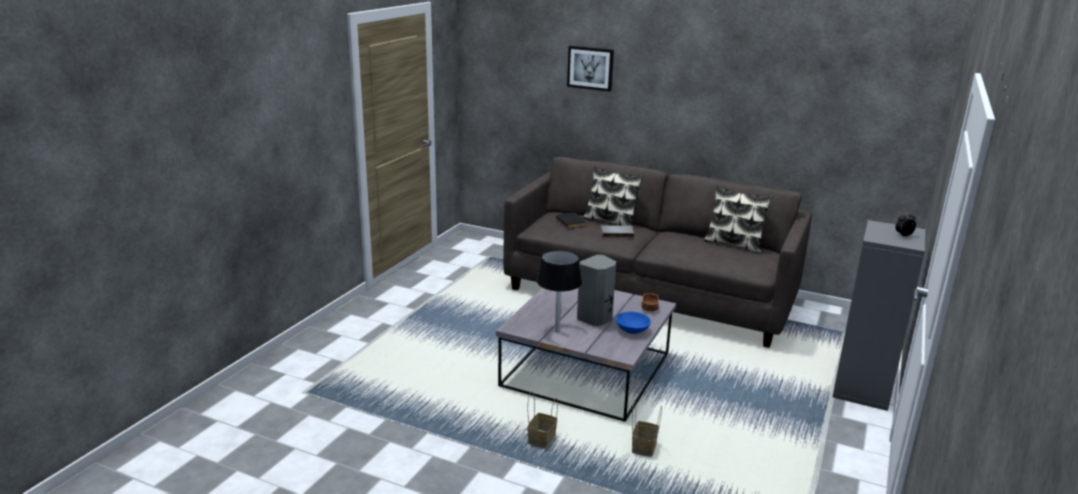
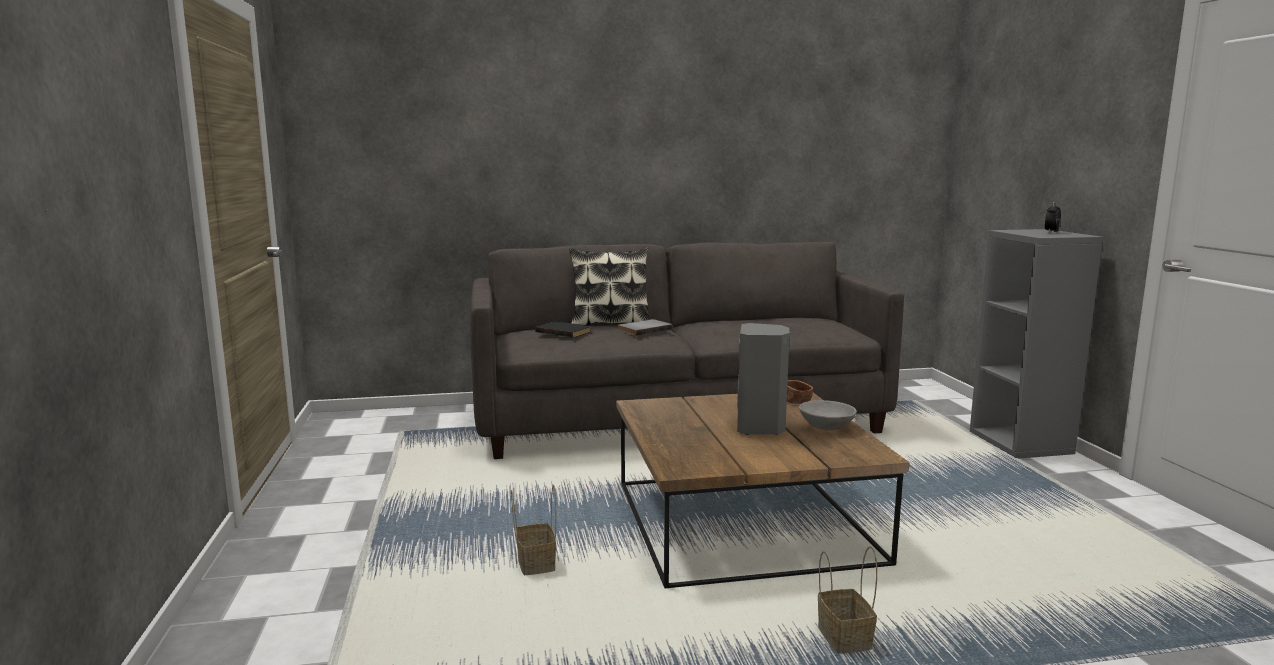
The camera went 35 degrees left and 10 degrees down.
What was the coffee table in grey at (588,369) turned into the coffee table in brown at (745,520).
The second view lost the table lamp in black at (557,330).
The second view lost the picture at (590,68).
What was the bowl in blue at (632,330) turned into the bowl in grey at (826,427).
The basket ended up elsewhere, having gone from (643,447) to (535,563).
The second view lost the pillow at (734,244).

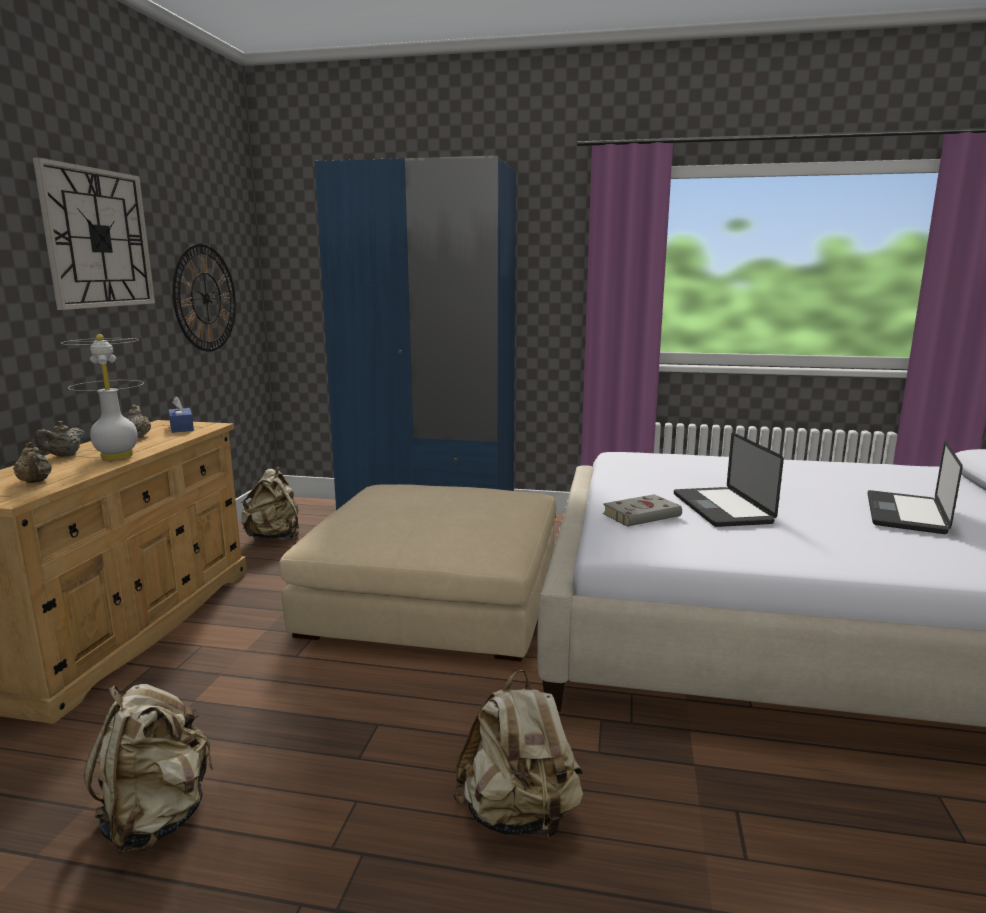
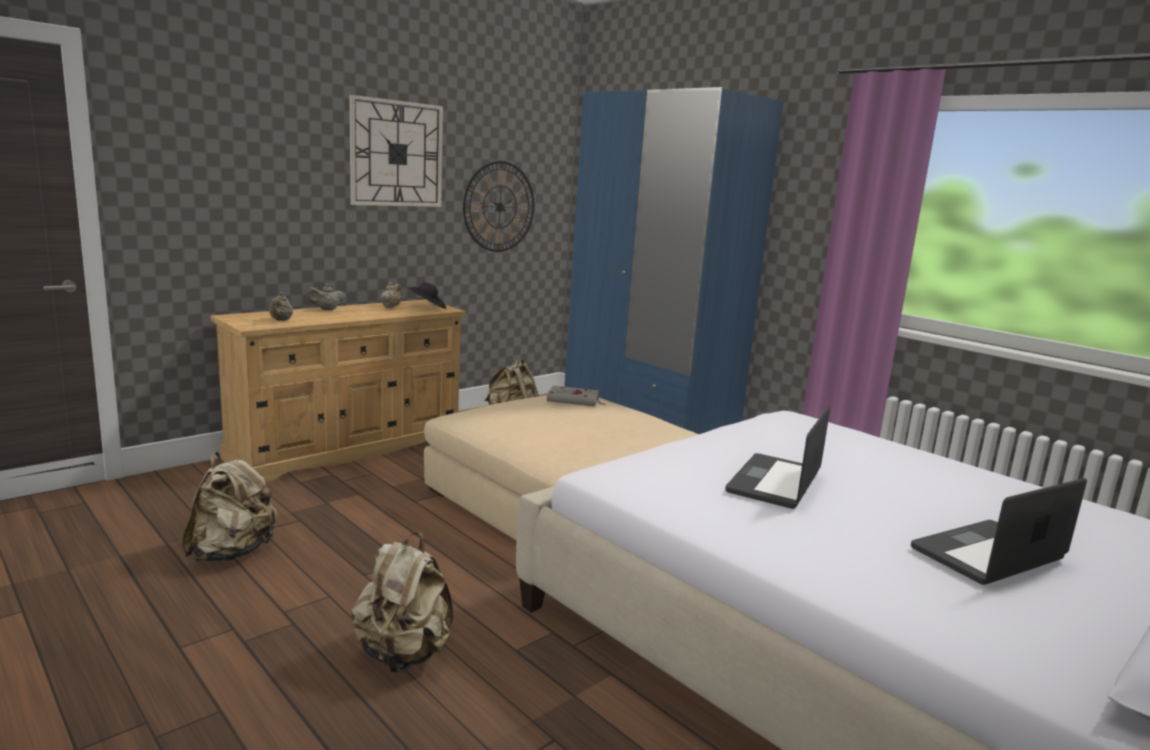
The camera went 35 degrees right and 0 degrees up.
The second view lost the table lamp in white at (117,456).
Where the tissue box in blue stood at (181,428), the hat in black came to stand at (427,307).
The book in grey ended up elsewhere, having gone from (643,515) to (574,400).

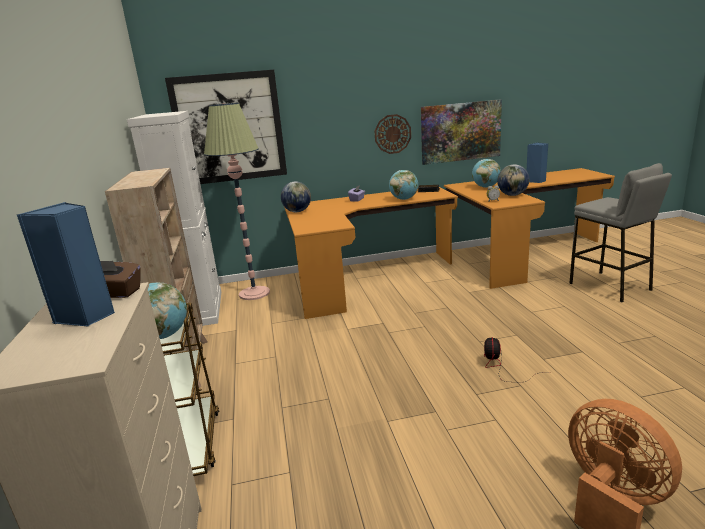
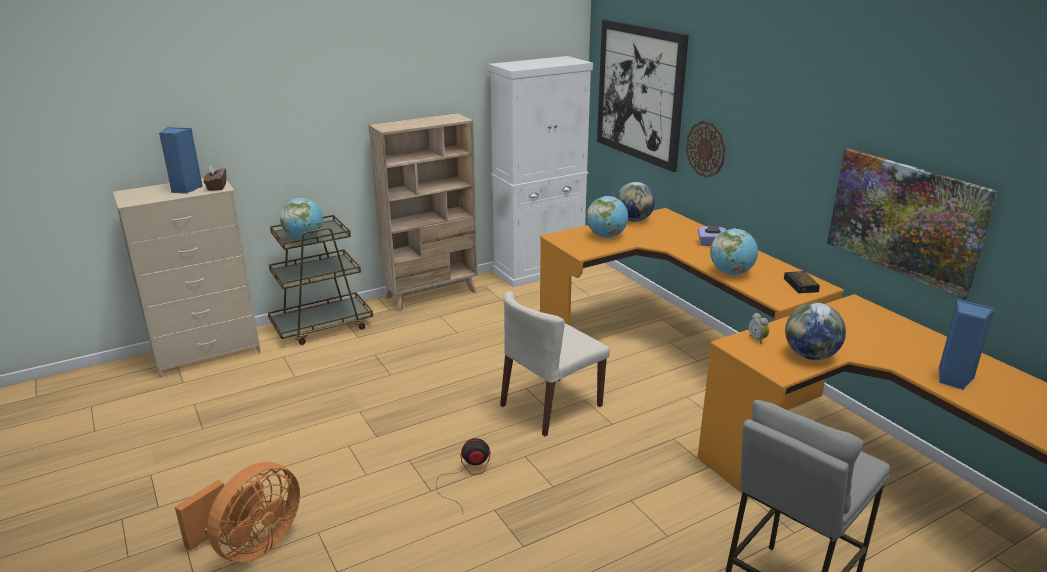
The camera went 70 degrees right and 5 degrees up.
The second view lost the floor lamp at (254,293).
The wall clock ended up elsewhere, having gone from (392,134) to (706,149).
The globe ended up elsewhere, having gone from (486,187) to (606,236).
The second view gained the chair in beige at (551,406).

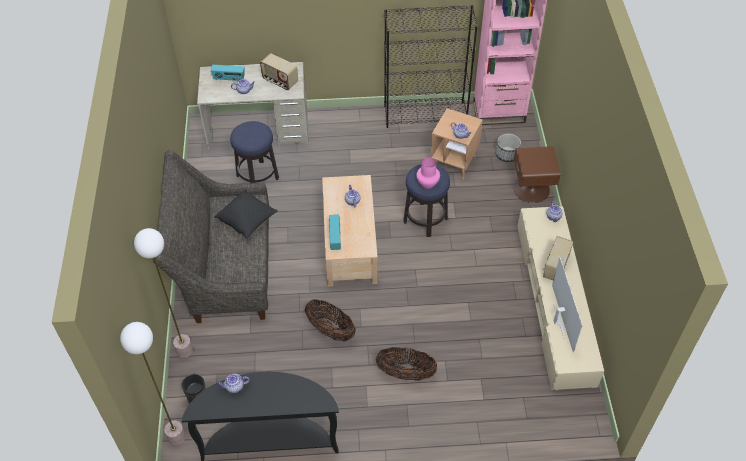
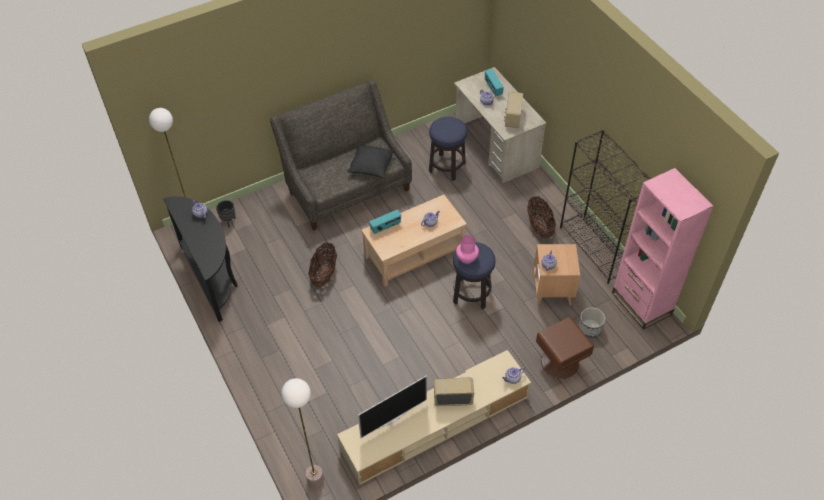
The camera went 65 degrees right and 0 degrees up.
The floor lamp ended up elsewhere, having gone from (184,350) to (315,480).
The basket ended up elsewhere, having gone from (405,373) to (539,226).

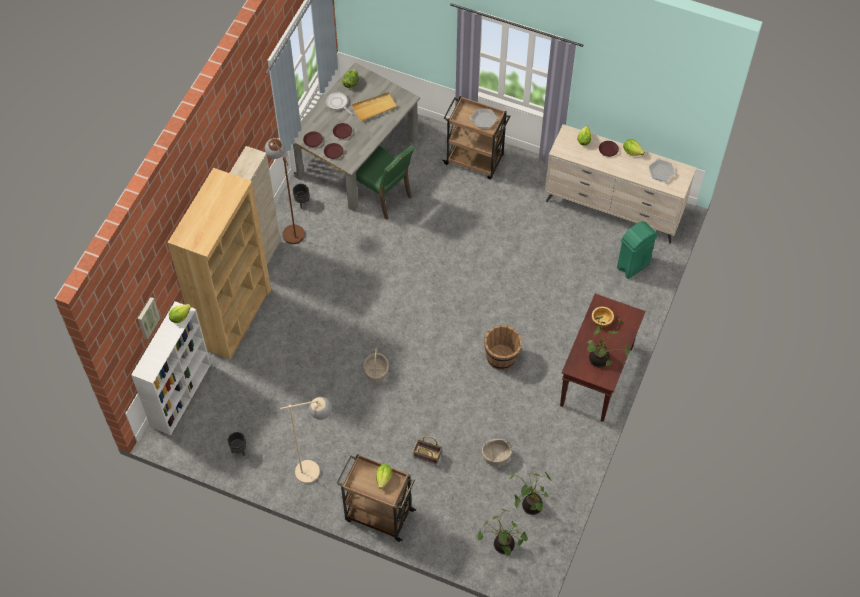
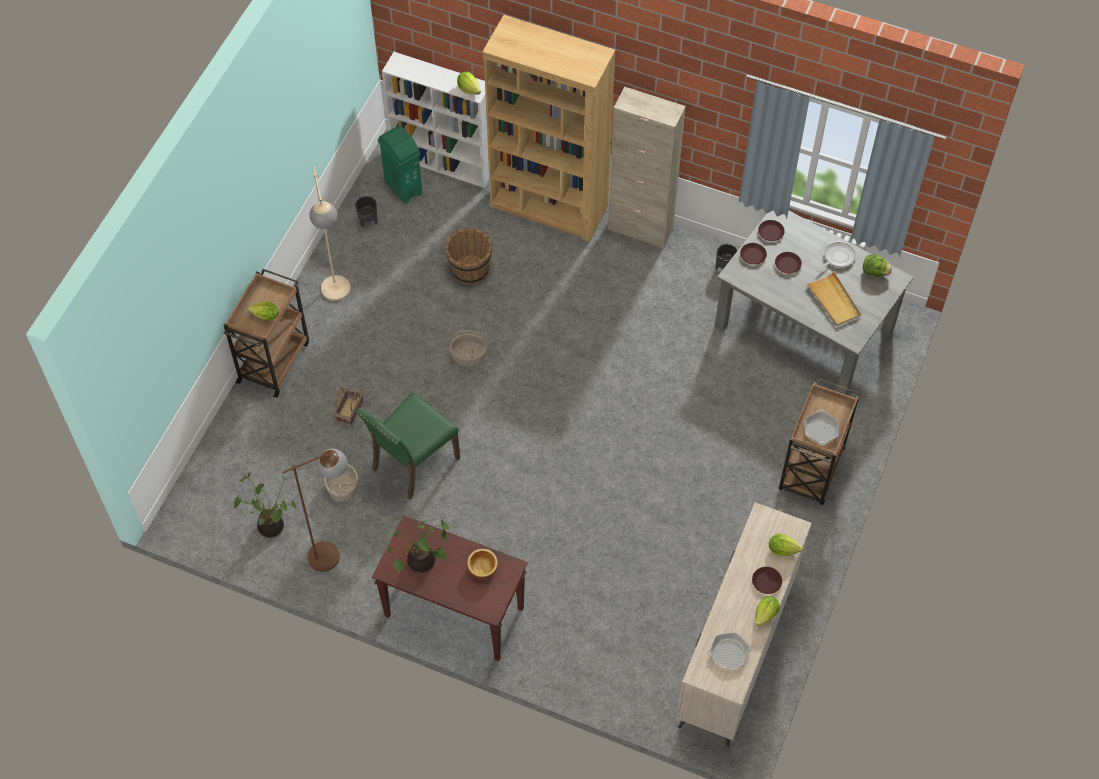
The camera went 90 degrees right and 0 degrees up.
The second view lost the picture at (147,317).
The floor lamp in brown ended up elsewhere, having gone from (290,228) to (334,552).
The chair in green ended up elsewhere, having gone from (382,196) to (413,463).
The second view lost the potted plant at (502,546).
The bucket in brown ended up elsewhere, having gone from (501,357) to (469,271).
The trash can in green ended up elsewhere, having gone from (632,266) to (403,187).

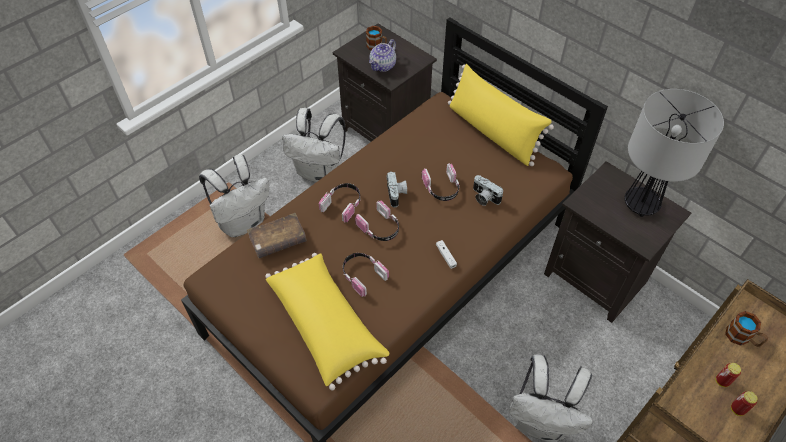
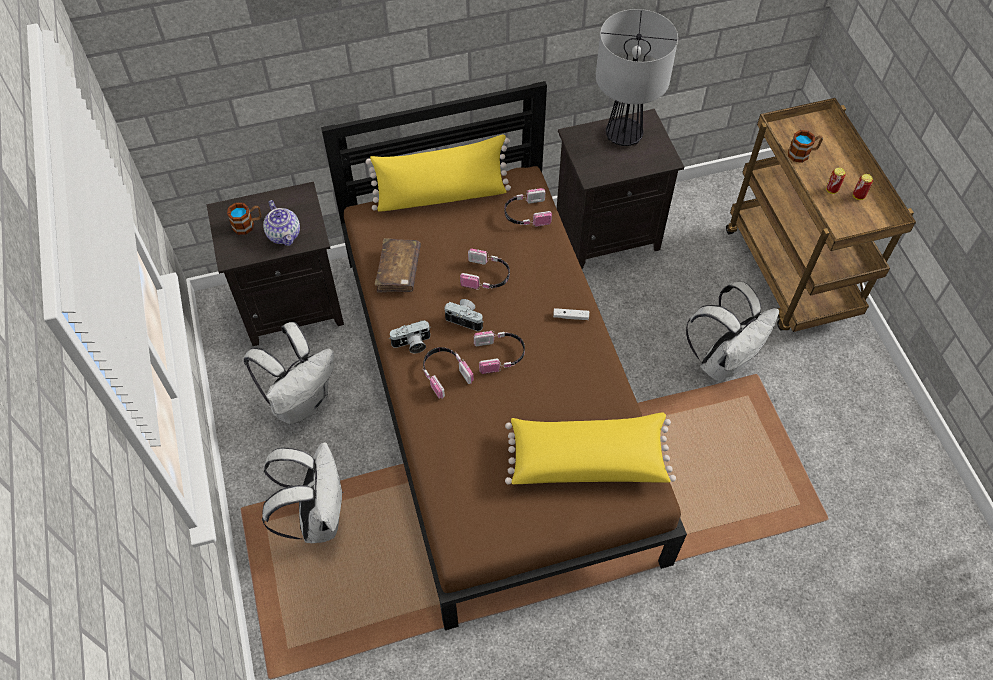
The camera went 60 degrees left and 5 degrees up.
The book in brown ended up elsewhere, having gone from (278,240) to (399,271).
The headphones ended up elsewhere, having gone from (362,275) to (526,214).
The photo camera ended up elsewhere, having gone from (484,197) to (412,344).

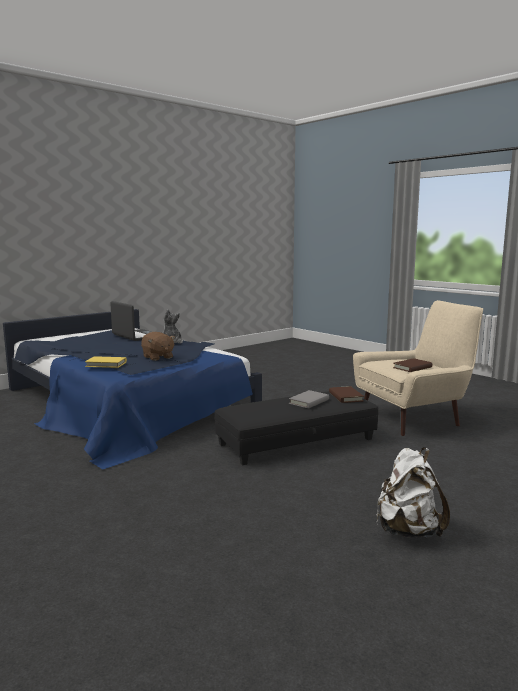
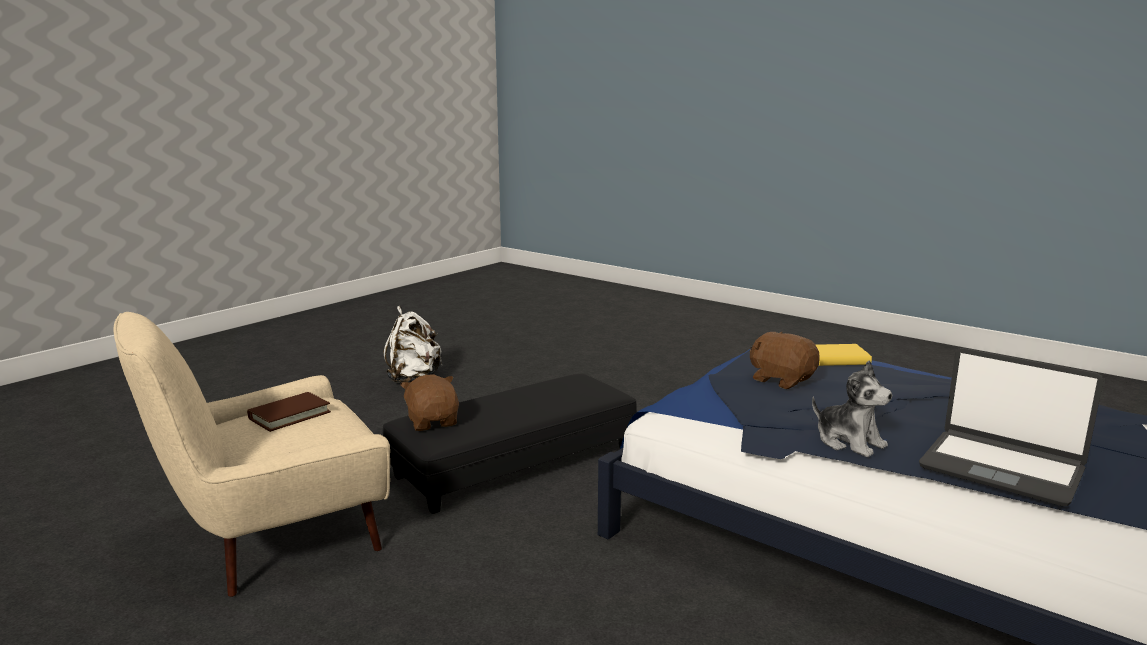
The camera went 170 degrees right and 5 degrees up.
The second view lost the book in grey at (309,402).
Where the book in brown stood at (345,397), the plush toy in brown came to stand at (433,422).

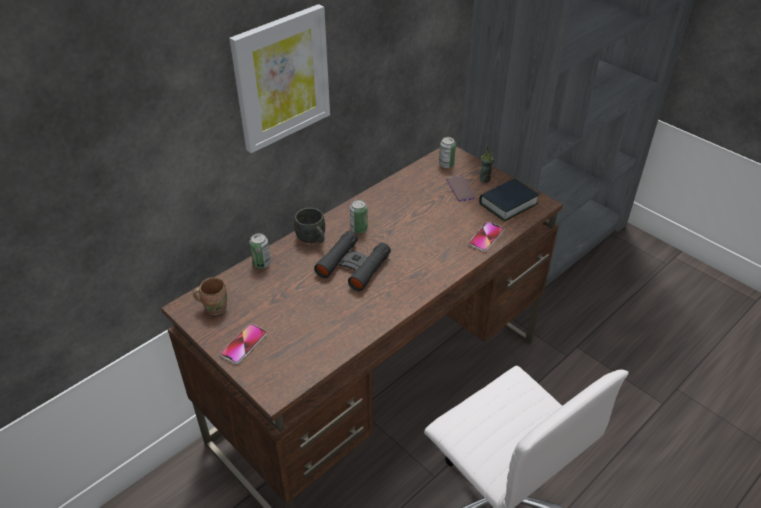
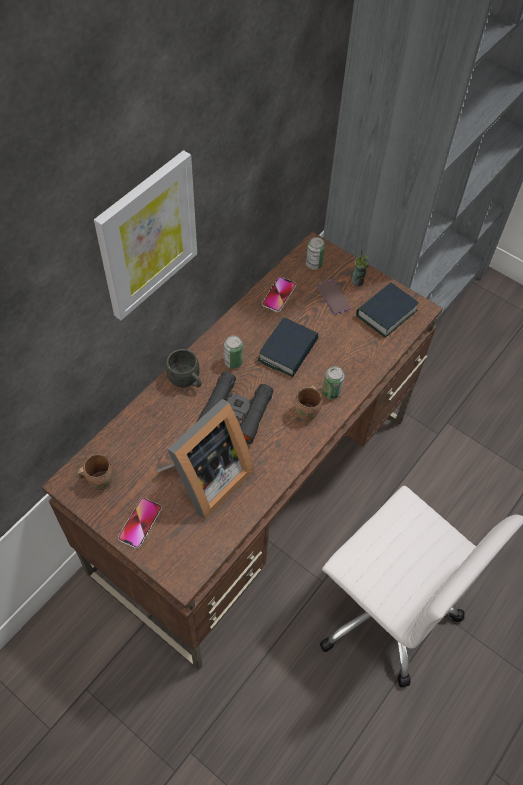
The camera went 10 degrees left and 15 degrees up.
The can ended up elsewhere, having gone from (262,263) to (331,392).
The phone ended up elsewhere, having gone from (486,237) to (279,295).
The second view gained the picture frame at (205,480).
The second view gained the book at (288,351).
The second view gained the mug in brown at (308,412).

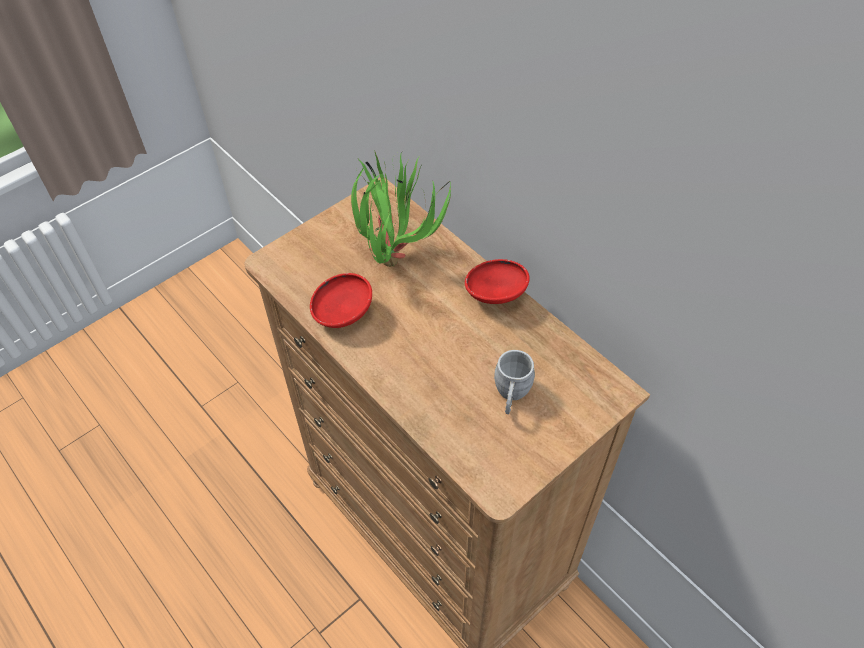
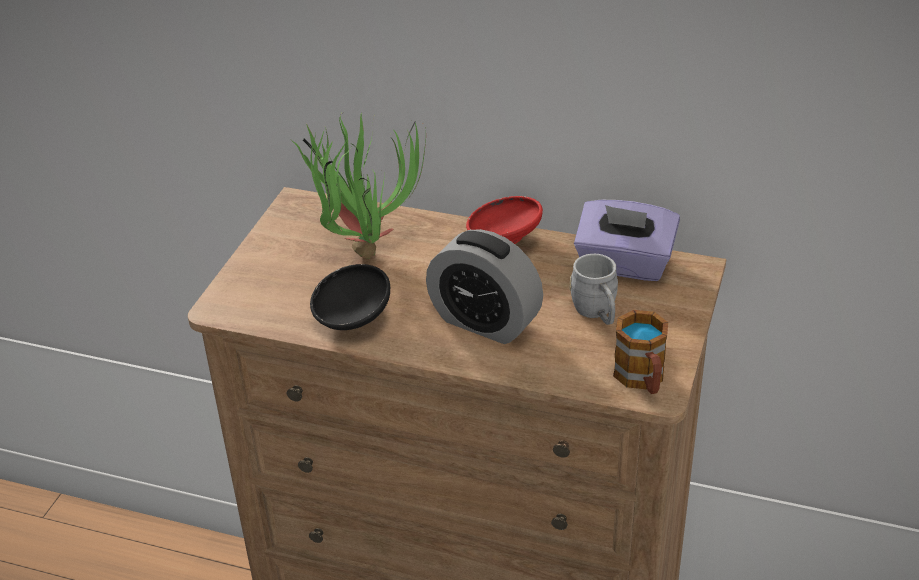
The camera went 30 degrees left and 15 degrees down.
What was the bowl in red at (342,313) turned into the bowl in black at (351,318).
The second view gained the alarm clock at (484,322).
The second view gained the tissue box in purple at (624,265).
The second view gained the mug at (642,379).

